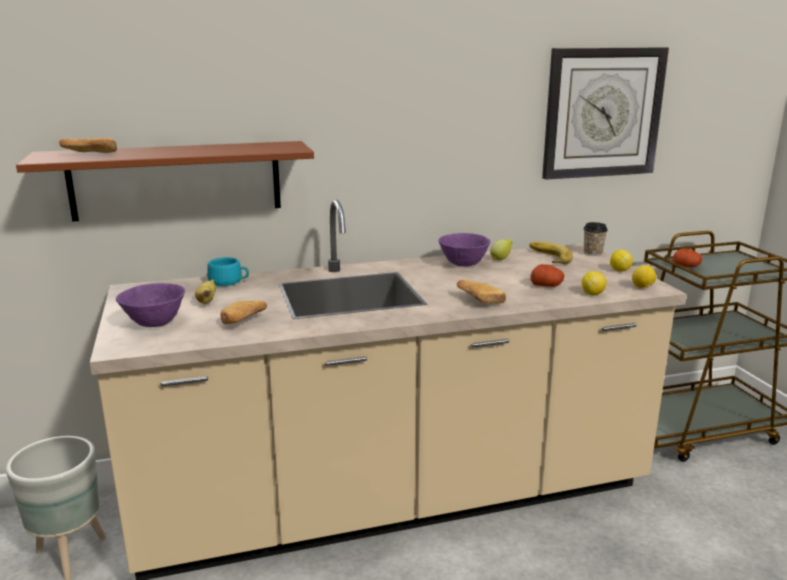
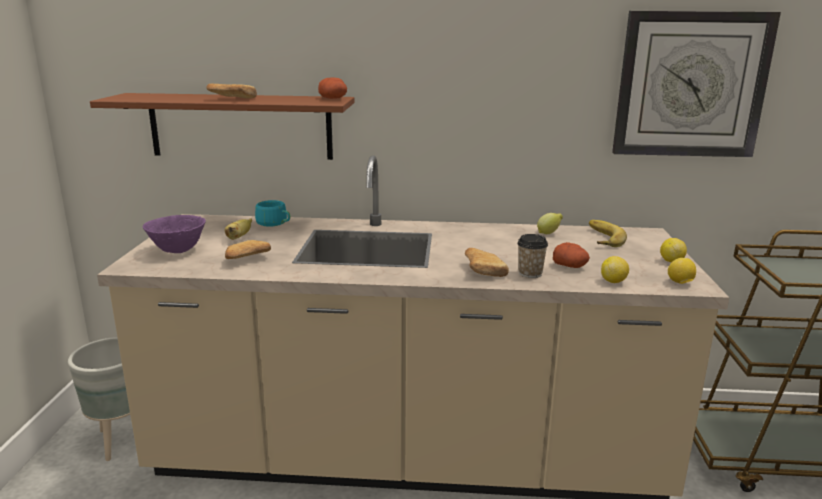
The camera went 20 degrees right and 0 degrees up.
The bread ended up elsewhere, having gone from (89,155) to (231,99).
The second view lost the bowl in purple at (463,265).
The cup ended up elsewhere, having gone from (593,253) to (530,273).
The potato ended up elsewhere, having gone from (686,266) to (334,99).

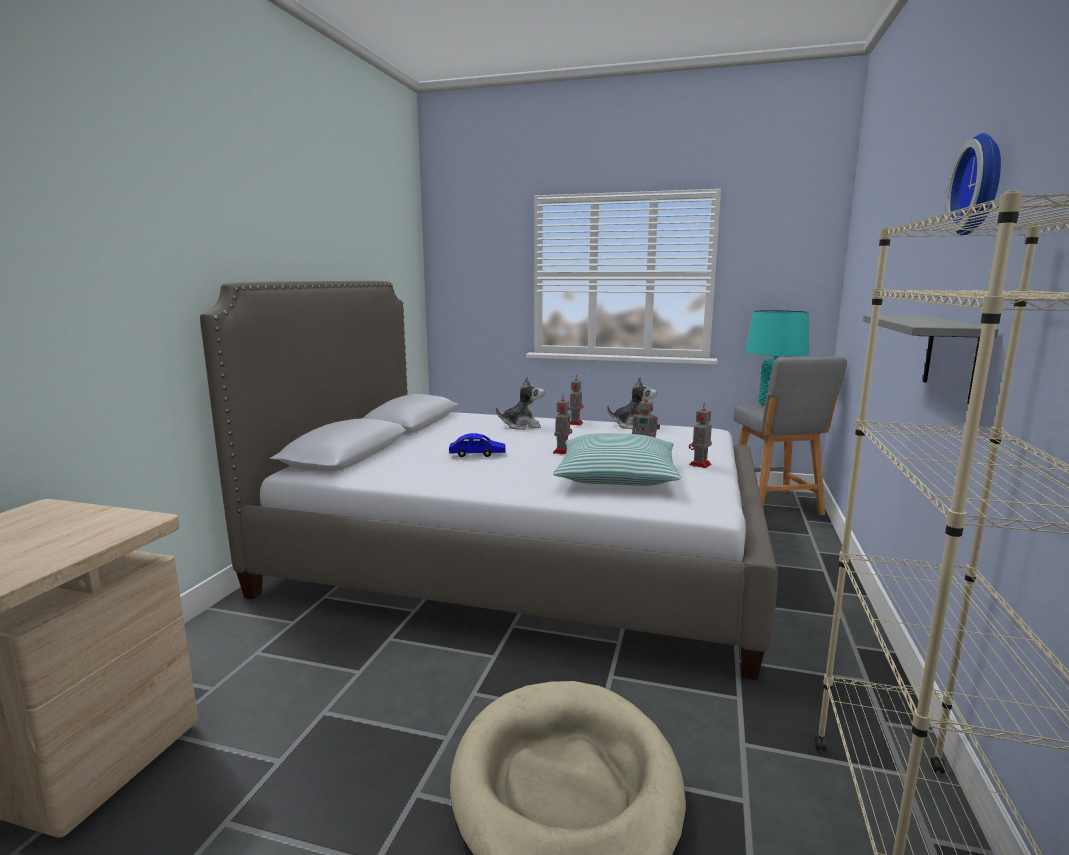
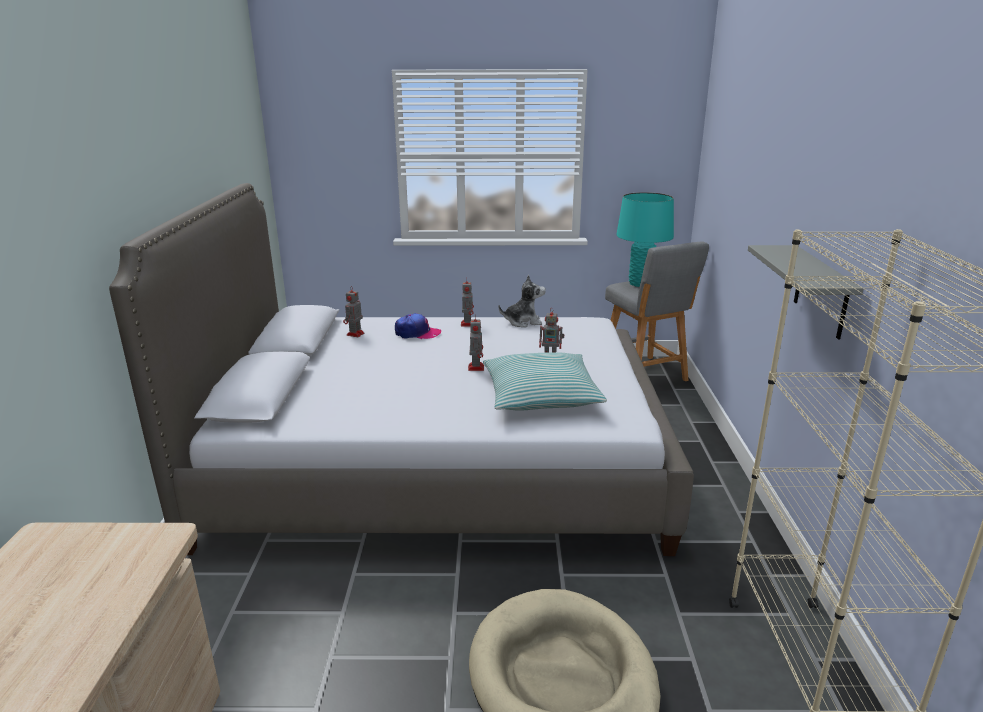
The camera went 15 degrees left and 10 degrees up.
The second view lost the toy car in blue at (477,454).
Where the plush toy stood at (522,426), the cap came to stand at (417,333).
The toy robot ended up elsewhere, having gone from (699,465) to (355,334).
The second view lost the wall clock at (982,185).

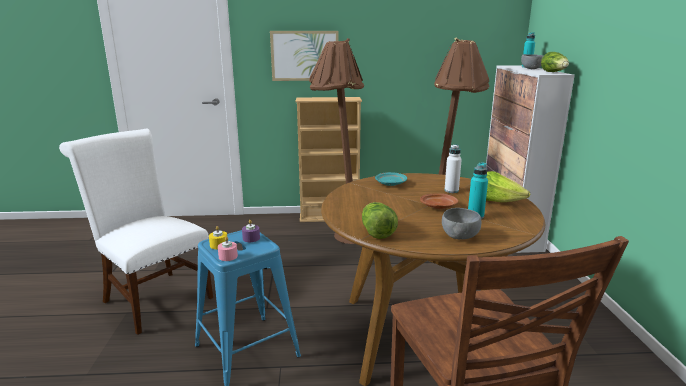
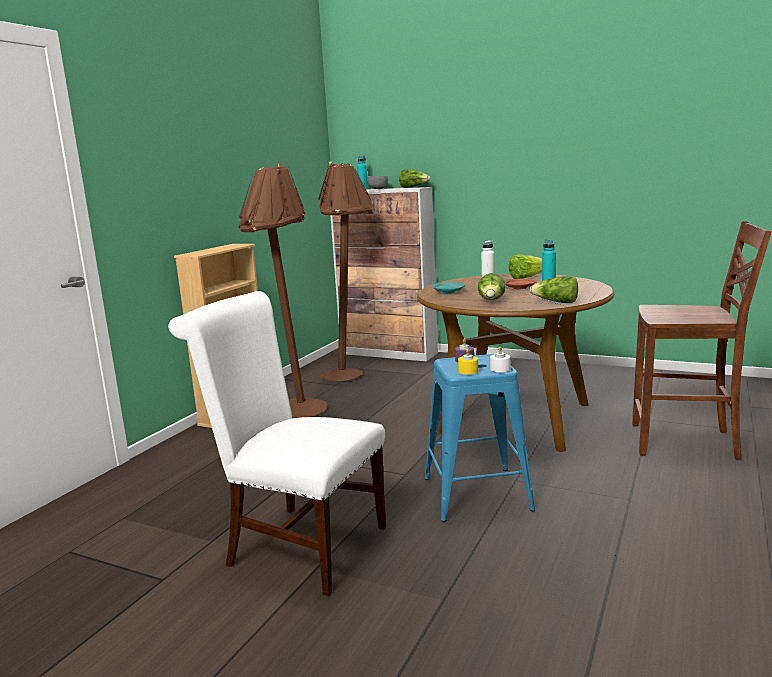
The camera went 60 degrees left and 5 degrees down.
The chair in white at (153,297) ended up facing another way, 45 degrees clockwise from before.
What was the candle in pink at (228,256) turned into the candle in white at (500,369).
The second view lost the picture at (305,55).
The second view lost the bowl in grey at (460,236).
The second view gained the lettuce at (492,301).

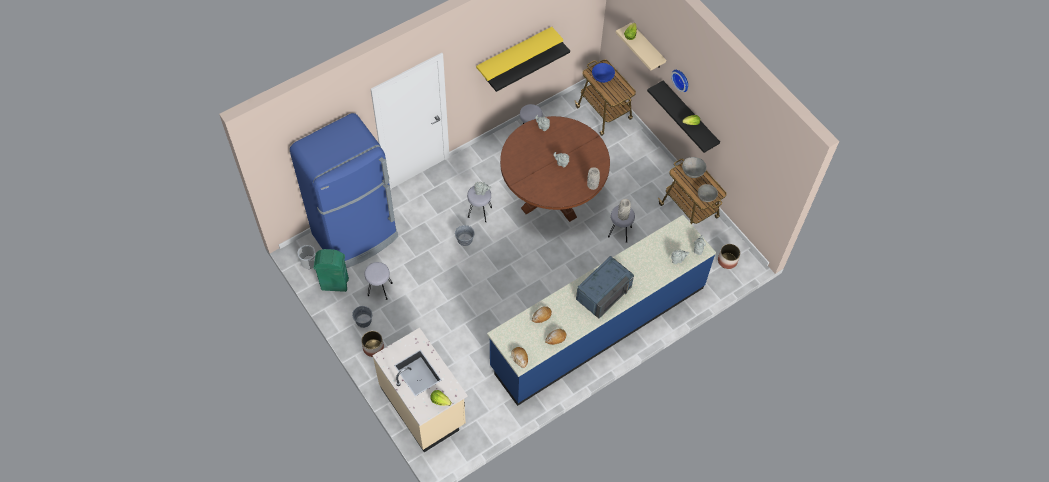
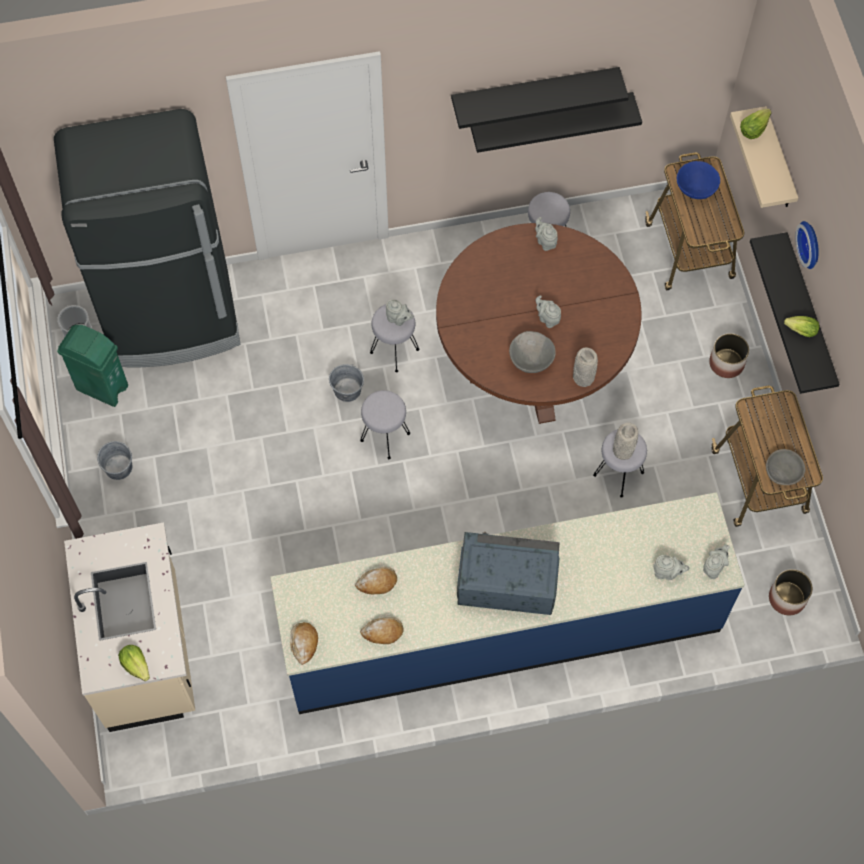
The camera went 25 degrees right and 5 degrees up.
What was the fridge in blue at (356,236) turned into the fridge in black at (173,319).
The planter ended up elsewhere, having gone from (373,347) to (726,363).
The stool in grey ended up elsewhere, having gone from (379,289) to (384,436).
What was the shelf in yellow at (514,52) turned into the shelf in black at (534,91).
The microwave in blue at (604,292) ended up facing another way, 150 degrees counterclockwise from before.
The bowl in grey ended up elsewhere, having gone from (692,173) to (531,361).

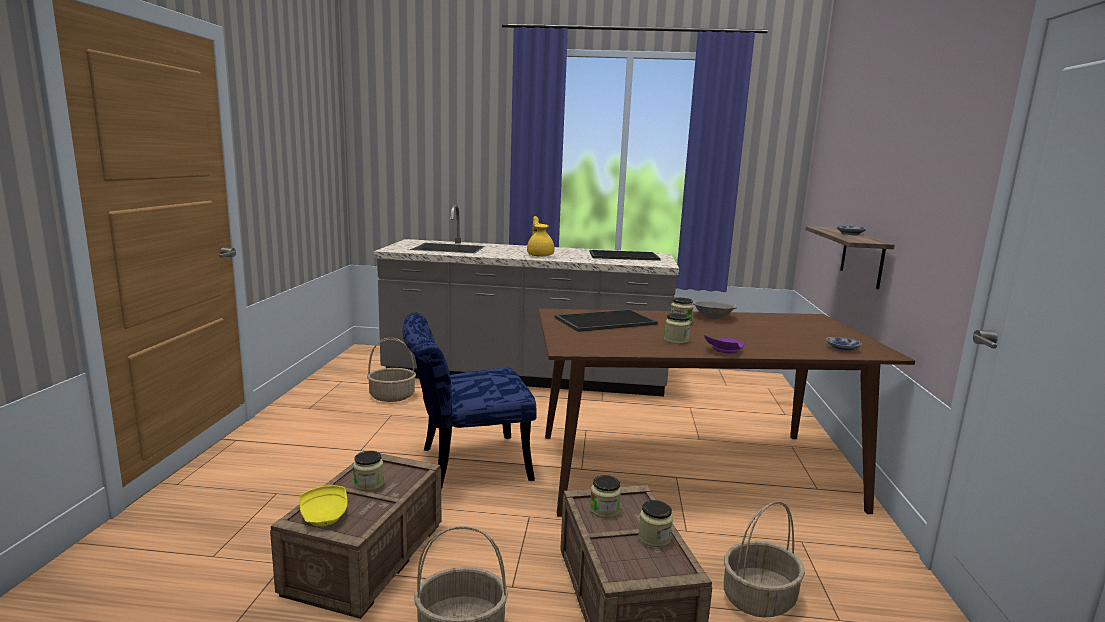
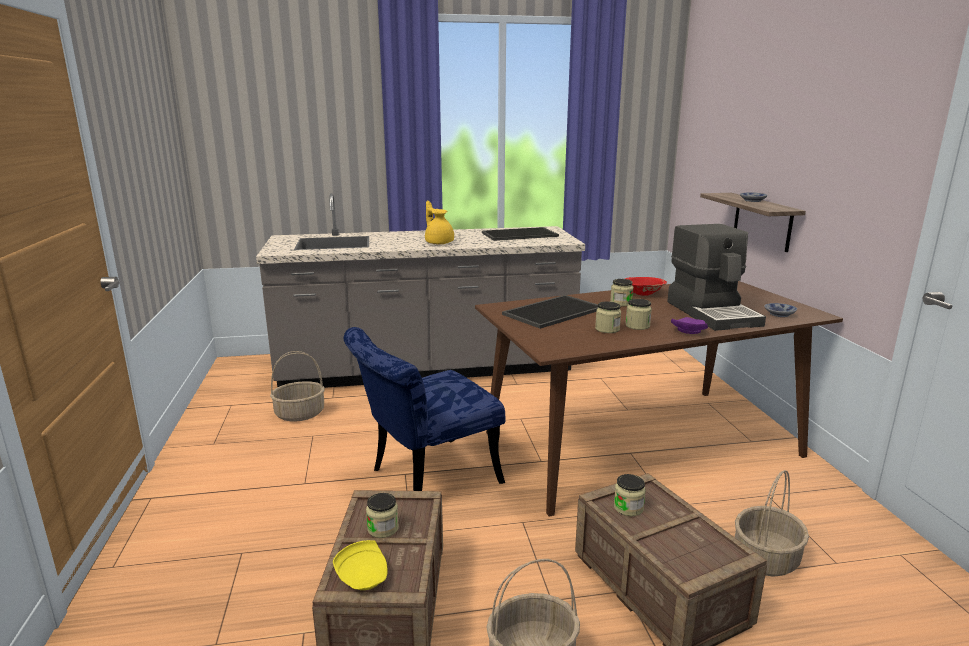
The camera went 15 degrees left and 5 degrees up.
The jar ended up elsewhere, having gone from (654,538) to (607,329).
What was the bowl in grey at (713,317) turned into the bowl in red at (643,293).
The second view gained the coffee machine at (713,313).

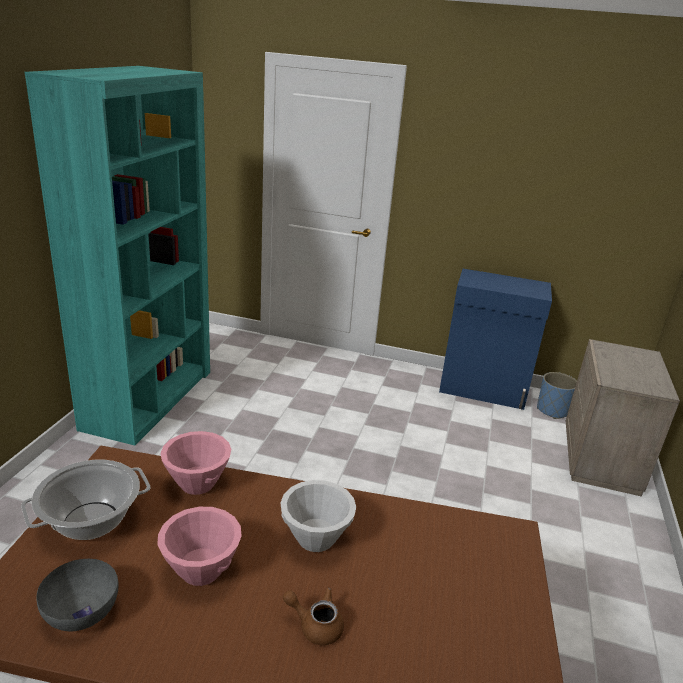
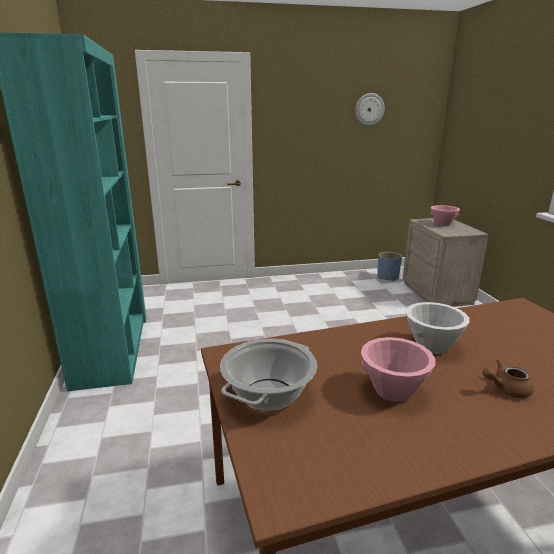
The camera went 25 degrees left and 5 degrees down.
The second view lost the bowl in grey at (82,610).
The bowl in pink ended up elsewhere, having gone from (198,483) to (442,224).
The second view lost the cabinet in blue at (483,390).
The second view gained the wall clock at (369,109).

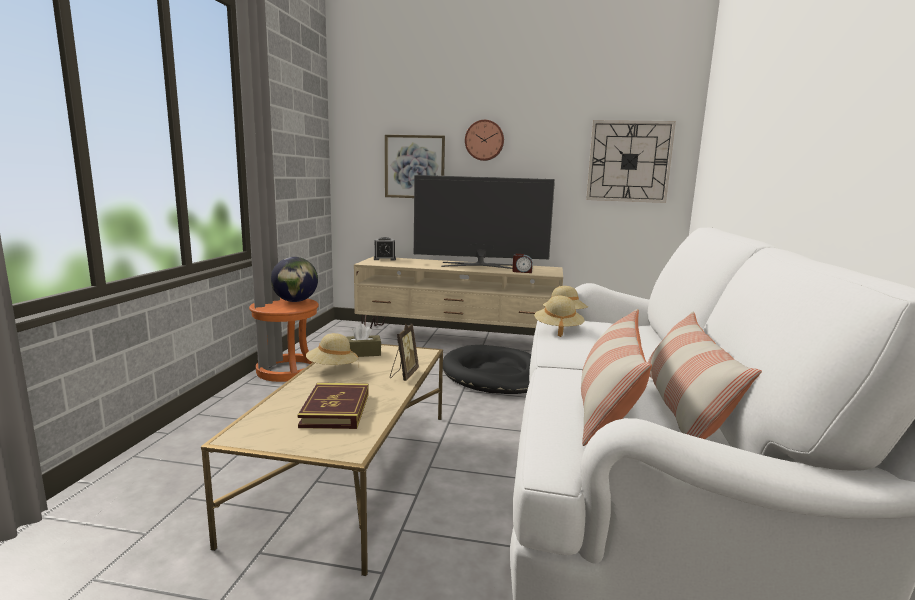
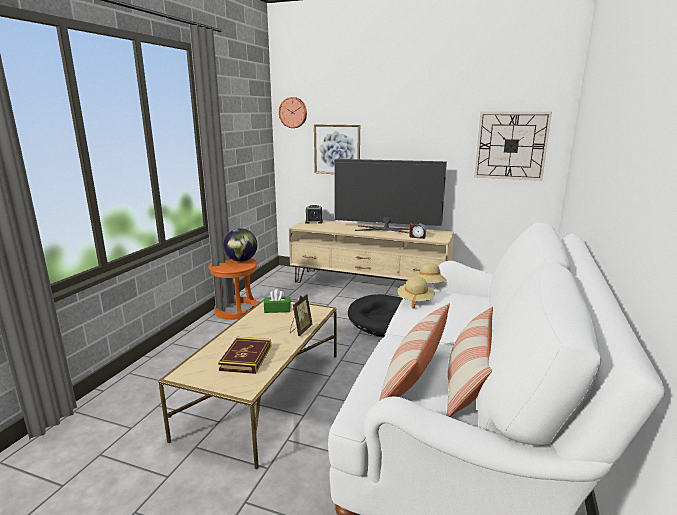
The camera went 10 degrees right and 5 degrees up.
The second view lost the hat in beige at (332,368).
What was the tissue box in brown at (362,353) turned into the tissue box in green at (277,309).
The wall clock ended up elsewhere, having gone from (484,140) to (293,112).

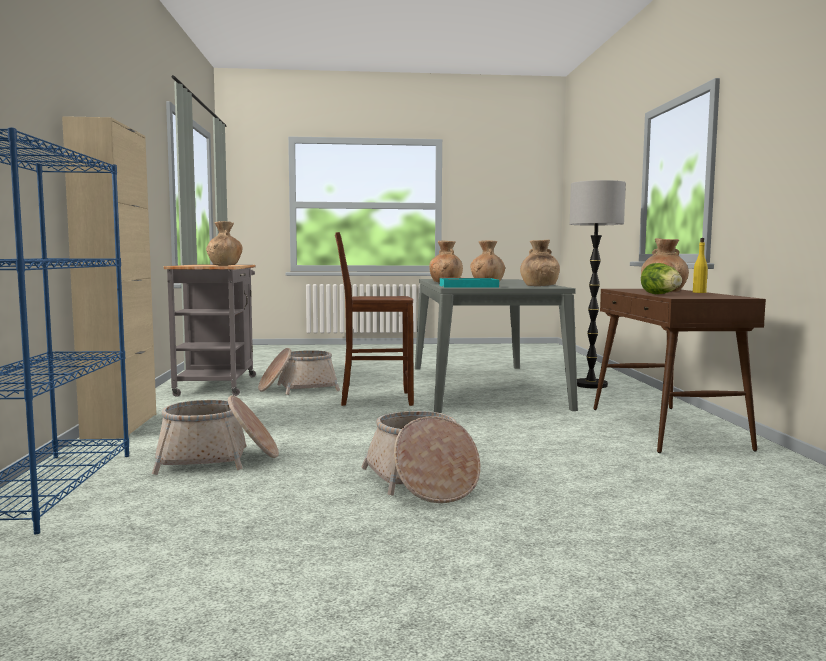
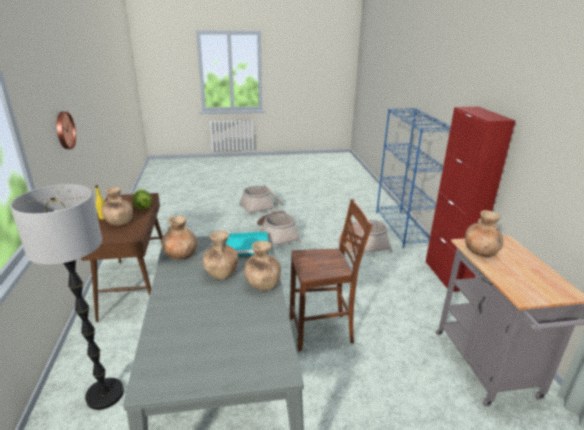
The camera went 175 degrees right and 20 degrees up.
What was the cabinet in beige at (120,426) turned into the cabinet in red at (447,275).
The basket ended up elsewhere, having gone from (298,389) to (261,207).
The second view gained the wall clock at (64,130).

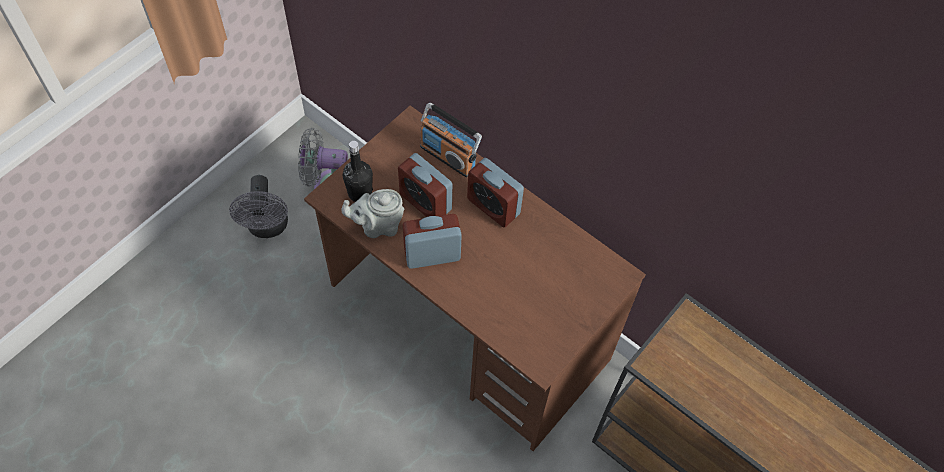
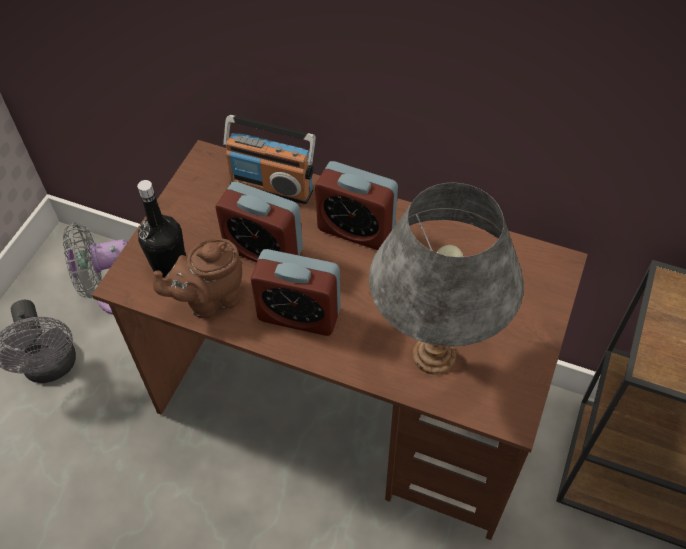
The camera went 15 degrees left and 5 degrees down.
What was the teapot in grey at (378,226) turned into the teapot in brown at (210,300).
The alarm clock at (432,254) ended up facing another way, 135 degrees counterclockwise from before.
The second view gained the table lamp in grey at (434,356).

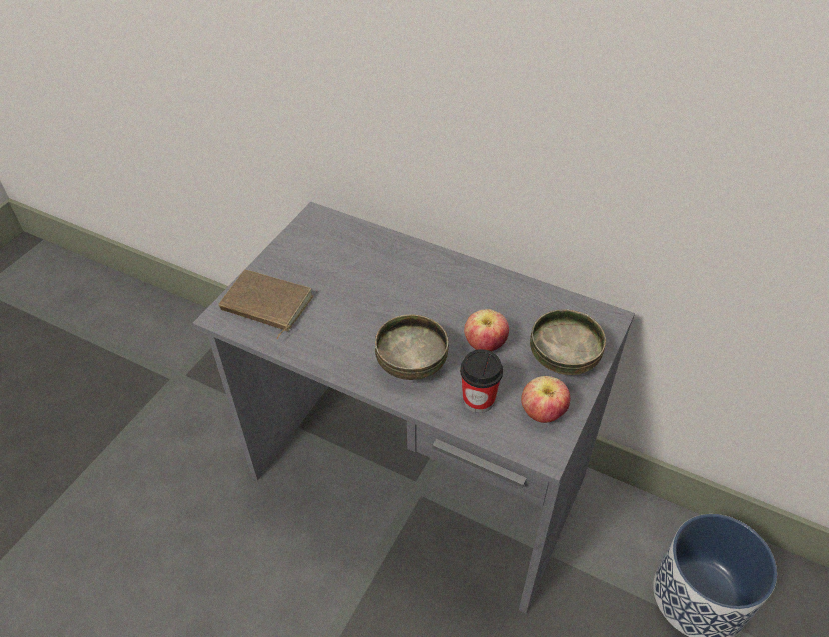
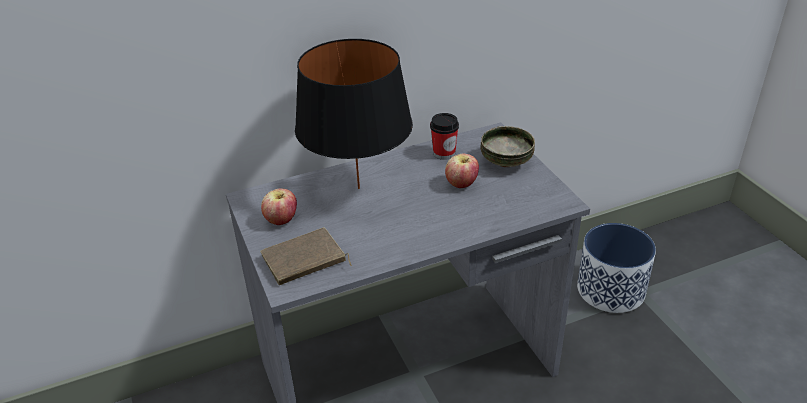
The camera went 50 degrees left and 10 degrees down.
The second view lost the bowl at (410,364).
The cup ended up elsewhere, having gone from (478,400) to (444,153).
The apple ended up elsewhere, having gone from (542,413) to (281,220).
The second view gained the table lamp in black at (359,188).

